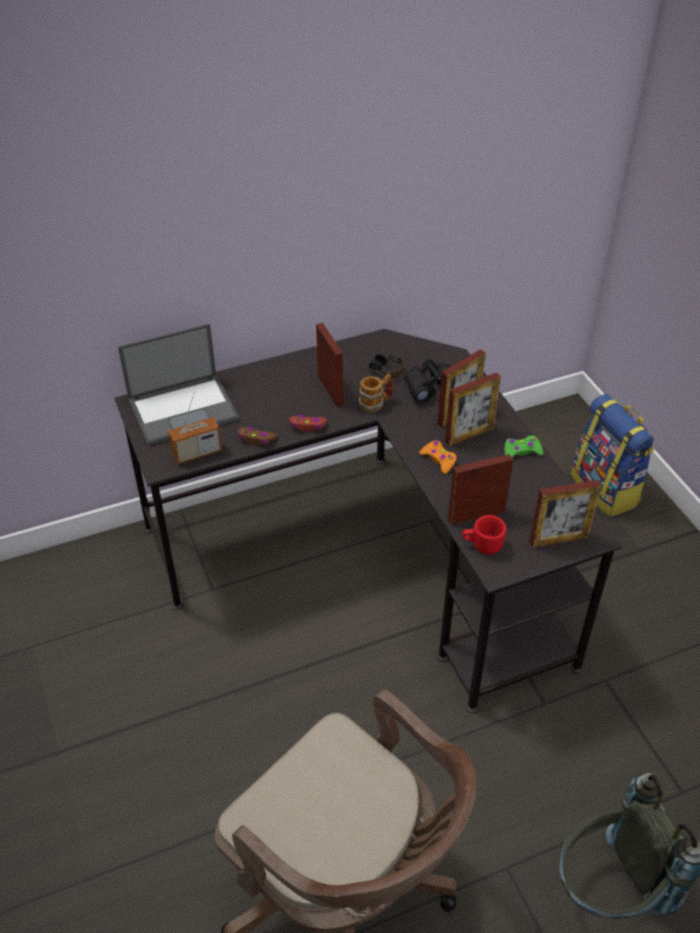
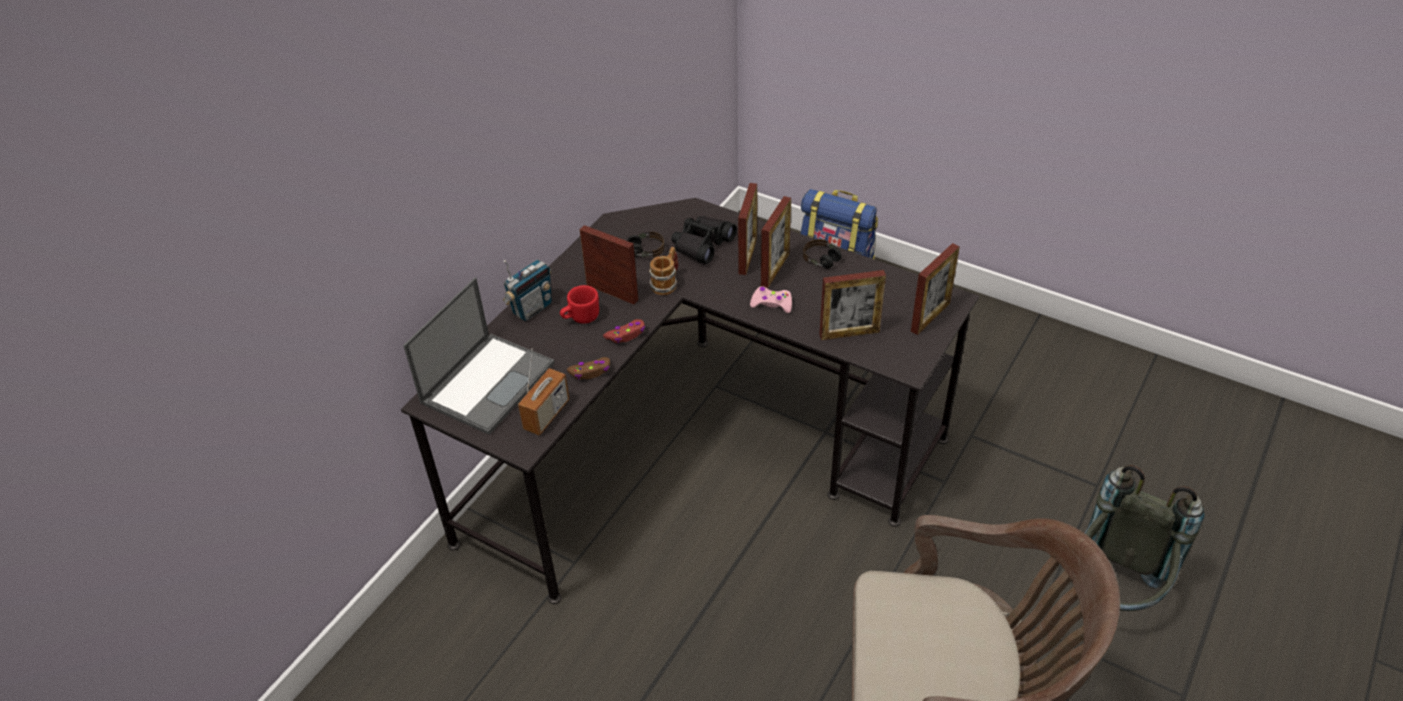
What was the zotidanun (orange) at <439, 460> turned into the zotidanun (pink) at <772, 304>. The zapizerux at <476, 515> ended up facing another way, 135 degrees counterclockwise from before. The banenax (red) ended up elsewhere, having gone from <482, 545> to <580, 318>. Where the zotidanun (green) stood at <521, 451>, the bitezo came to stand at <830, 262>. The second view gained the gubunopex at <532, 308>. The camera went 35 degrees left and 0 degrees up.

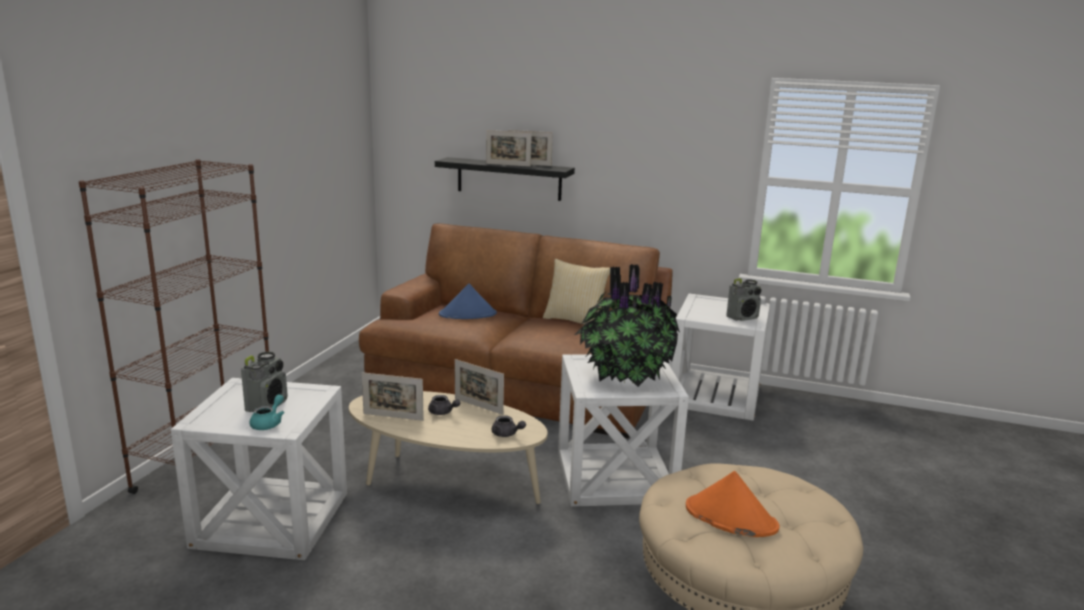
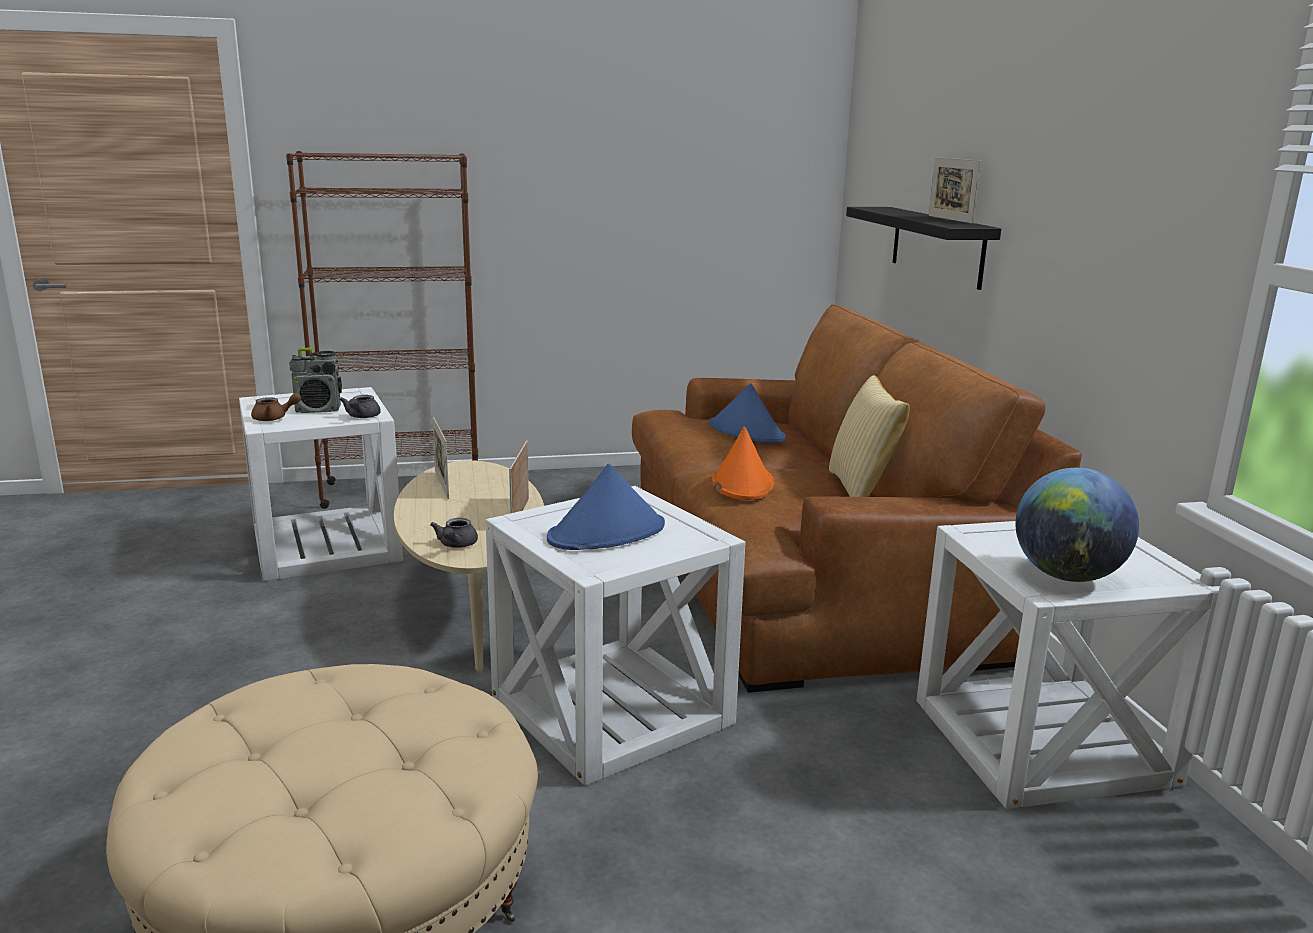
What was the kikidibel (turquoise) at <269, 423> turned into the kikidibel (brown) at <274, 418>. The kikidibel (grey) ended up elsewhere, having gone from <443, 412> to <361, 417>. The second view lost the zapizerux at <508, 165>. Where the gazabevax stood at <624, 376>, the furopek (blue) came to stand at <607, 533>. The furopek (orange) ended up elsewhere, having gone from <730, 517> to <742, 483>. Where the gubunopex stood at <742, 317>, the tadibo came to stand at <1067, 576>. The camera went 60 degrees right and 0 degrees up.

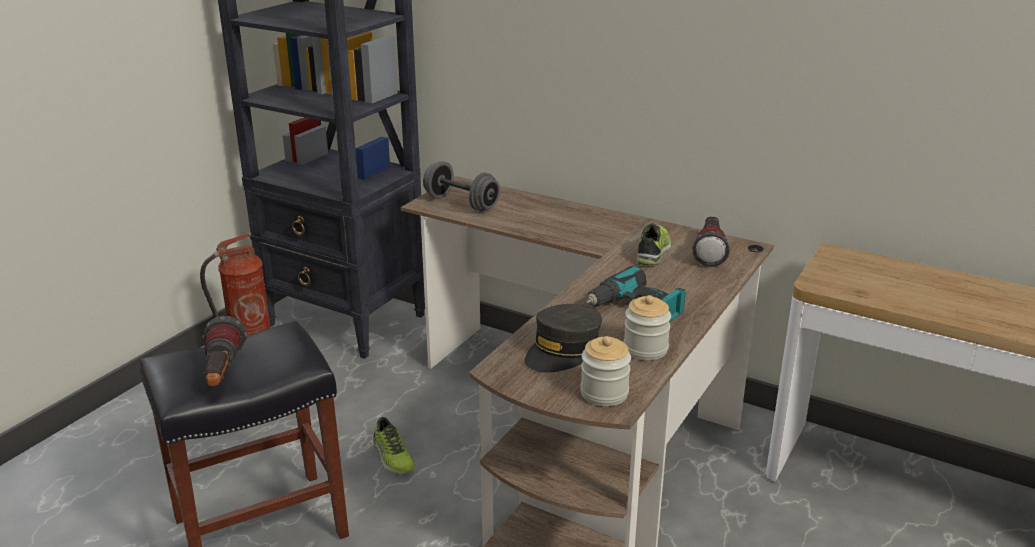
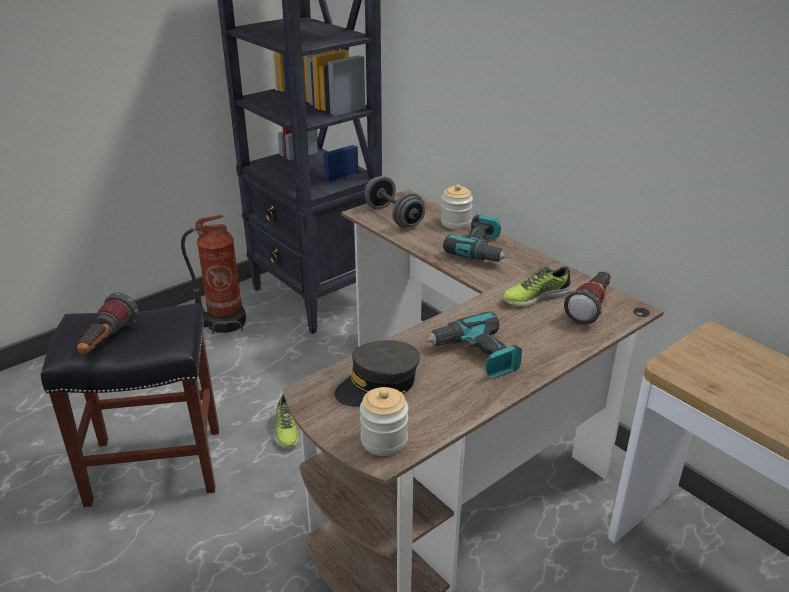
The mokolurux ended up elsewhere, having gone from <645, 349> to <456, 223>. The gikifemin at <653, 251> ended up facing another way, 150 degrees counterclockwise from before. The second view gained the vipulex at <481, 250>. The camera went 20 degrees right and 5 degrees up.

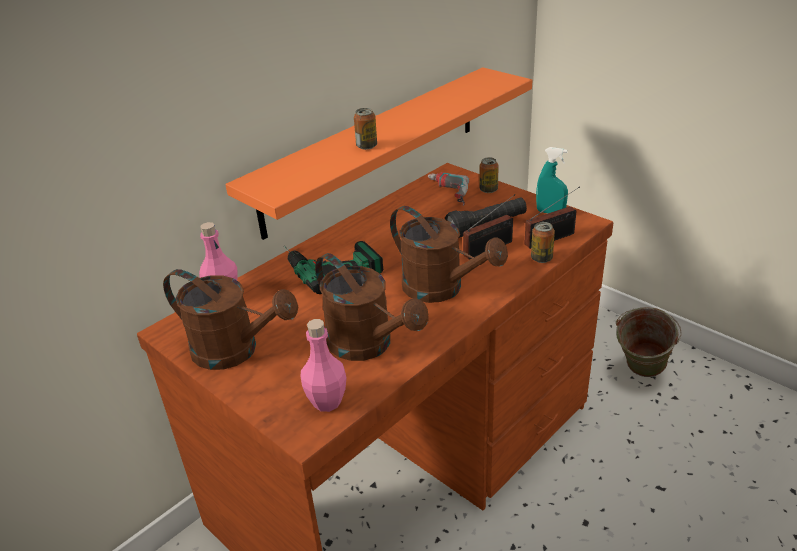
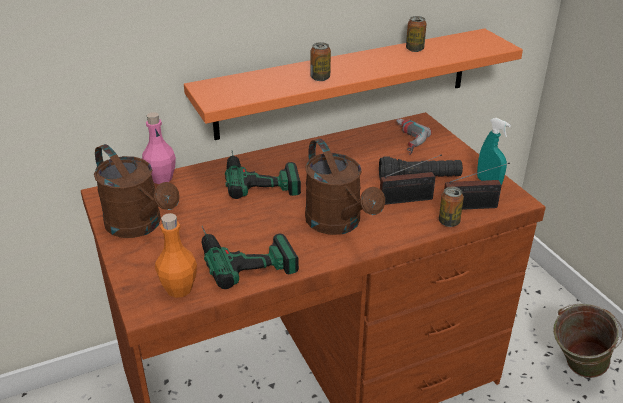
What was the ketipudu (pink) at <327, 402> turned into the ketipudu (orange) at <179, 289>. Where the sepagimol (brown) stood at <368, 345>, the vipulex came to stand at <244, 253>. The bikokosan ended up elsewhere, having gone from <488, 190> to <414, 49>. The camera went 20 degrees right and 0 degrees up.

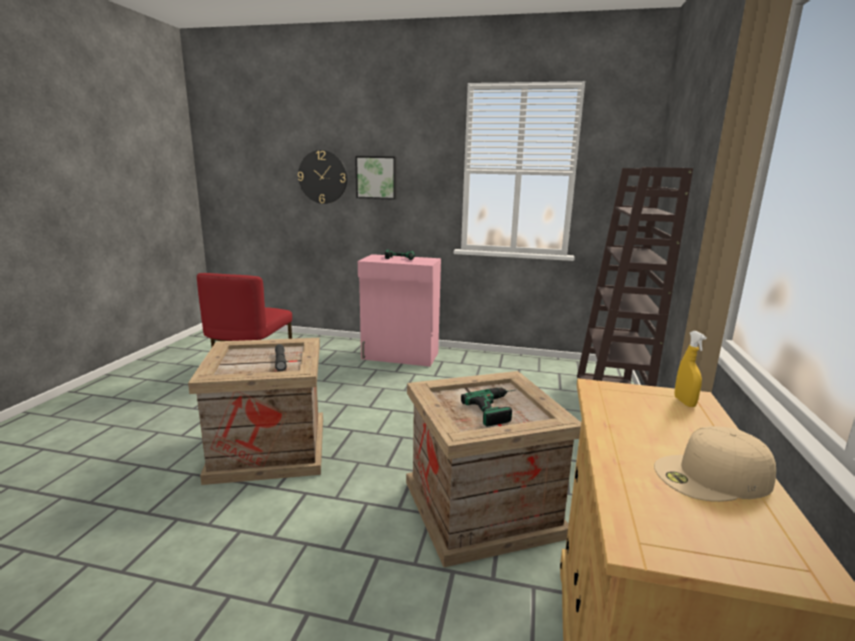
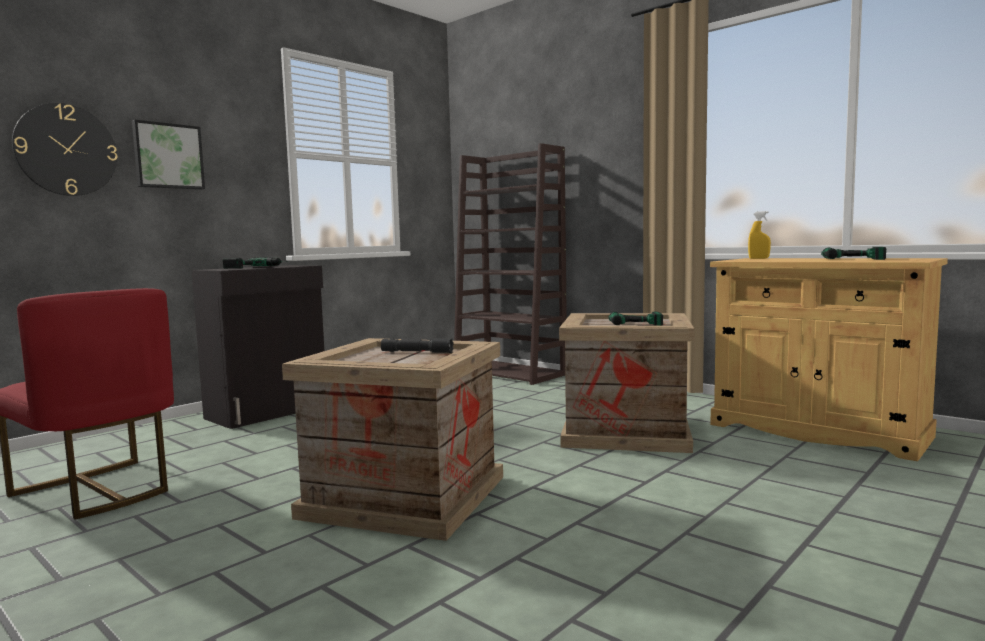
What was the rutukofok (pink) at <400, 356> turned into the rutukofok (black) at <269, 412>. Where the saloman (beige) stood at <712, 477>, the vipulex came to stand at <849, 259>. The camera went 60 degrees left and 10 degrees down.

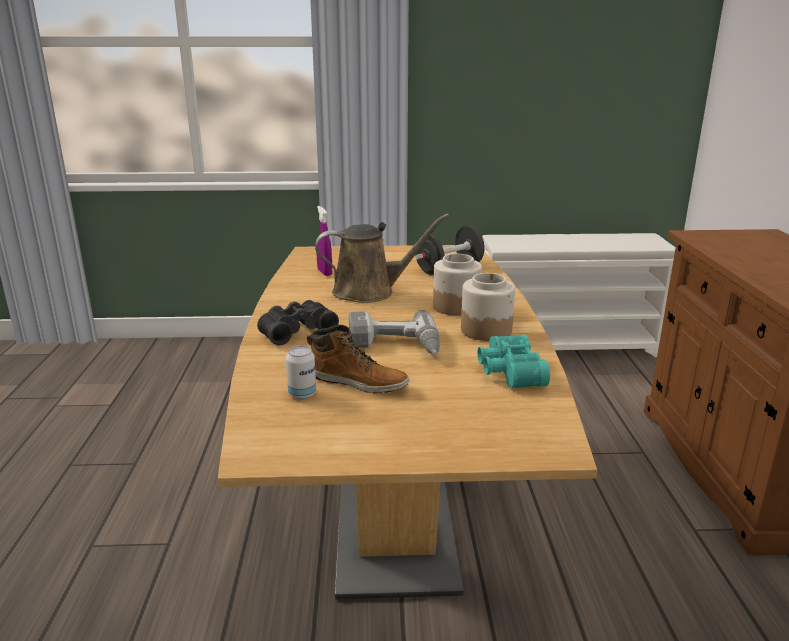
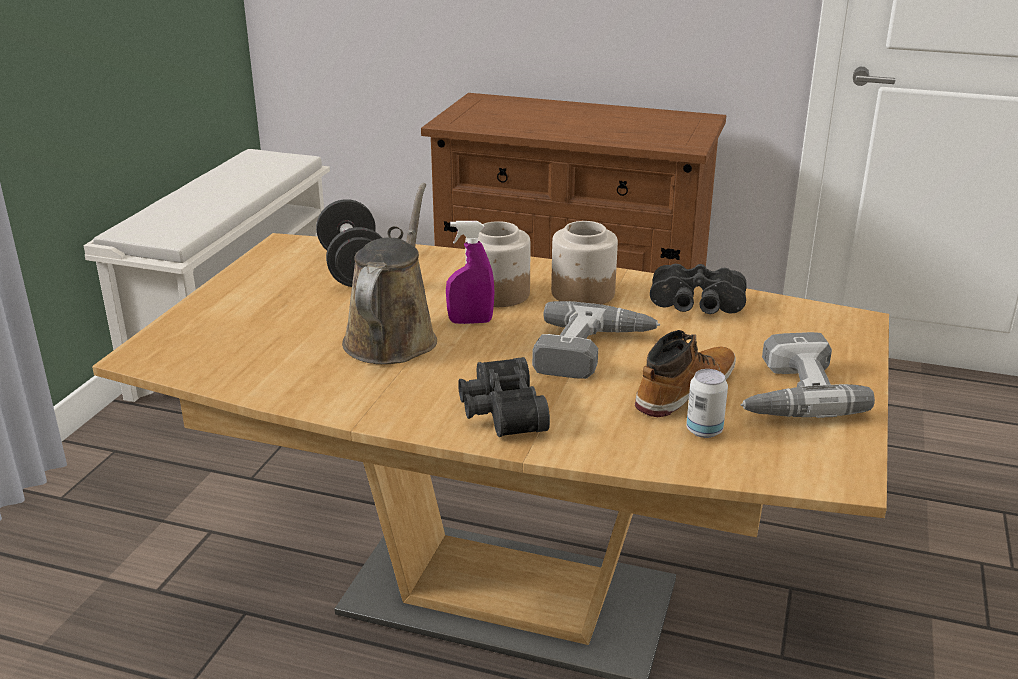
The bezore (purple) ended up elsewhere, having gone from <324, 272> to <470, 321>. What was the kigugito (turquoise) at <508, 372> turned into the kigugito (black) at <696, 306>. The second view gained the vipulex at <788, 392>. The camera went 70 degrees left and 5 degrees up.

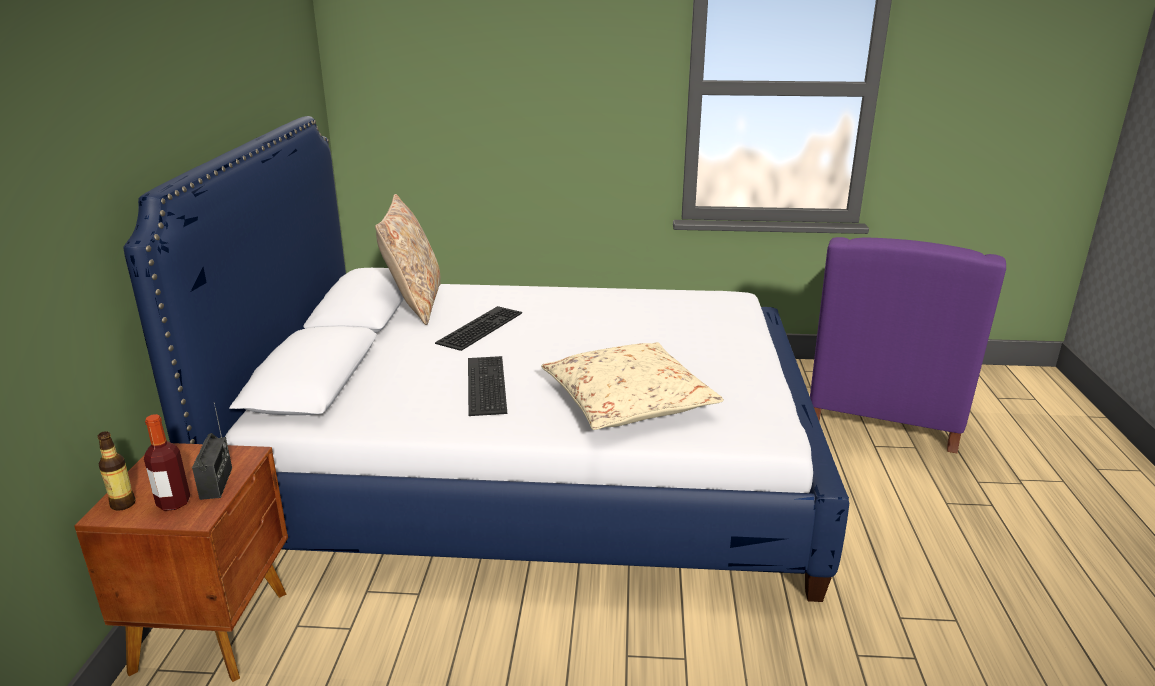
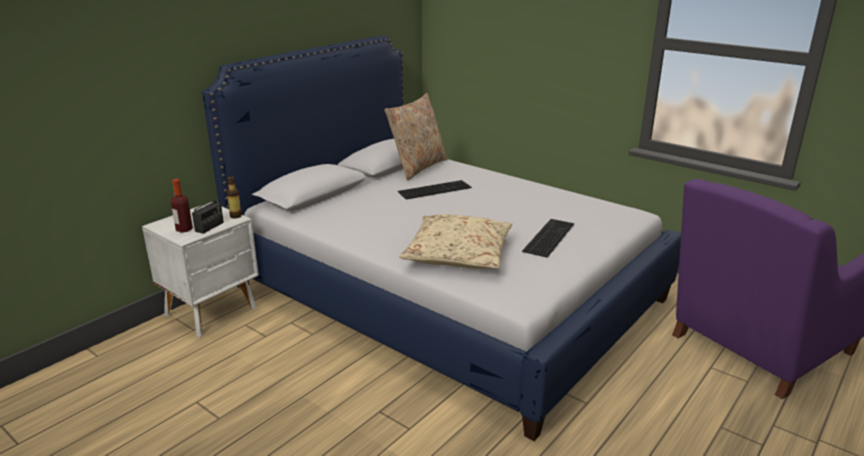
What was the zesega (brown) at <215, 629> turned into the zesega (white) at <213, 311>. The ketipudu ended up elsewhere, having gone from <123, 504> to <236, 216>. The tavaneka ended up elsewhere, having gone from <484, 384> to <547, 236>. The camera went 35 degrees right and 0 degrees up.

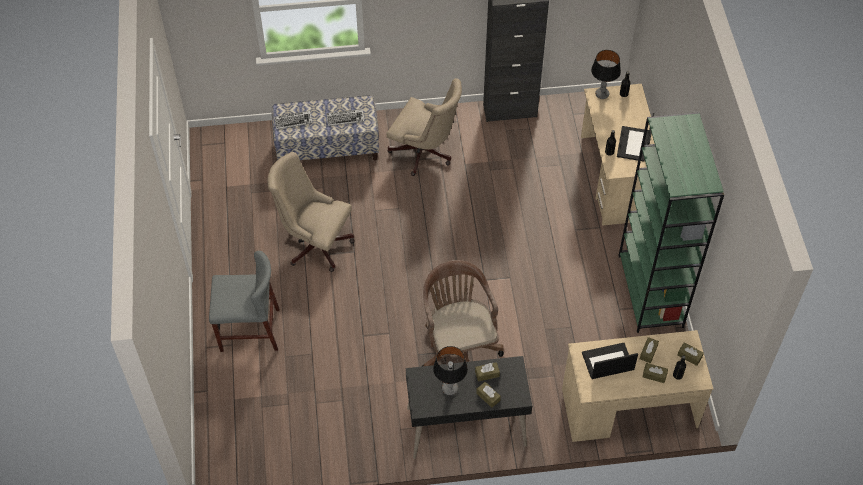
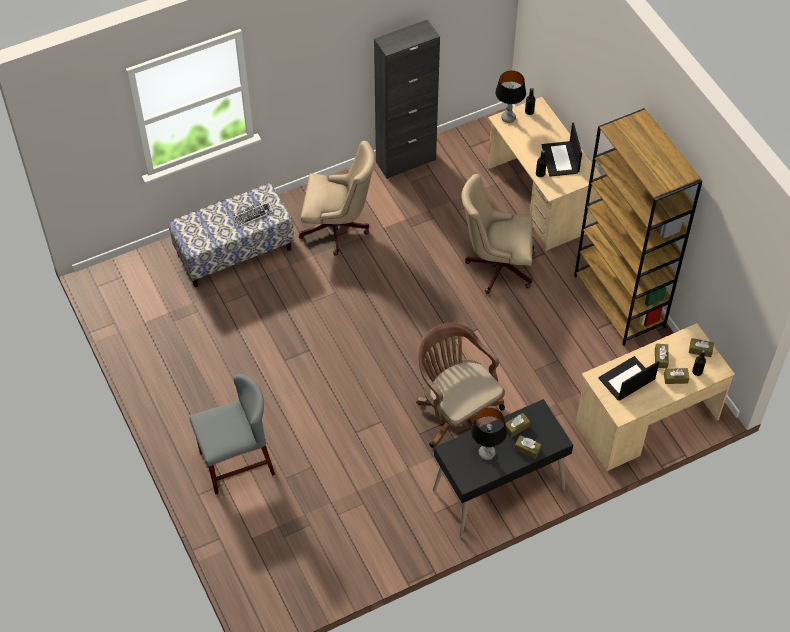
The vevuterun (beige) ended up elsewhere, having gone from <314, 243> to <496, 266>. The second view lost the tavaneka at <293, 121>. What was the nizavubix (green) at <651, 291> turned into the nizavubix (brown) at <620, 301>. The camera went 20 degrees left and 0 degrees up.

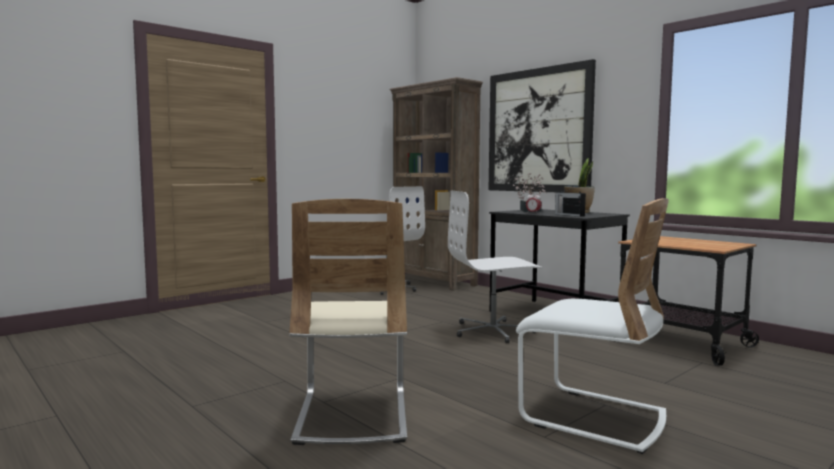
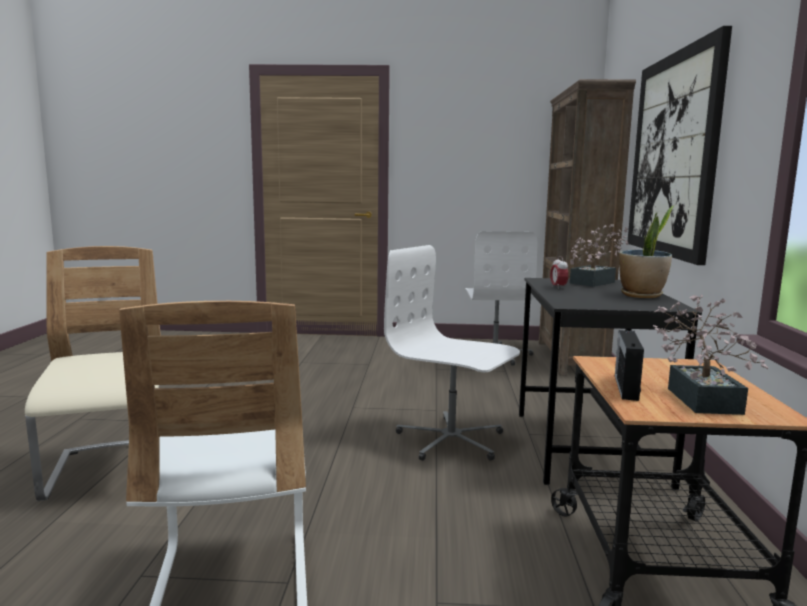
The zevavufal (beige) at <352, 416> ended up facing another way, 120 degrees clockwise from before. The gubunopex ended up elsewhere, having gone from <569, 215> to <626, 387>. The second view gained the gazabevax at <700, 397>. The camera went 45 degrees right and 5 degrees up.

